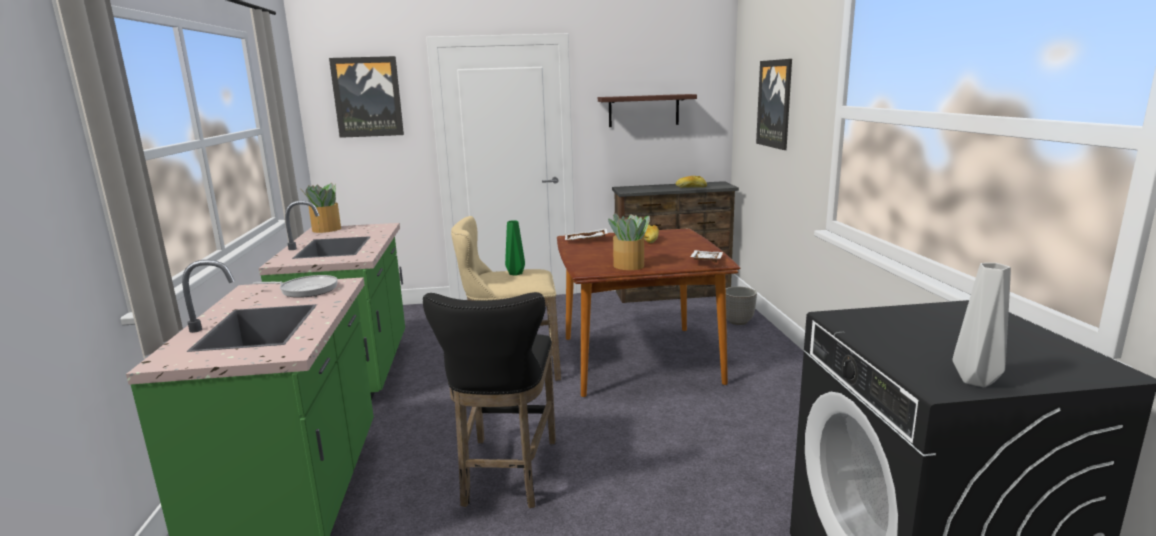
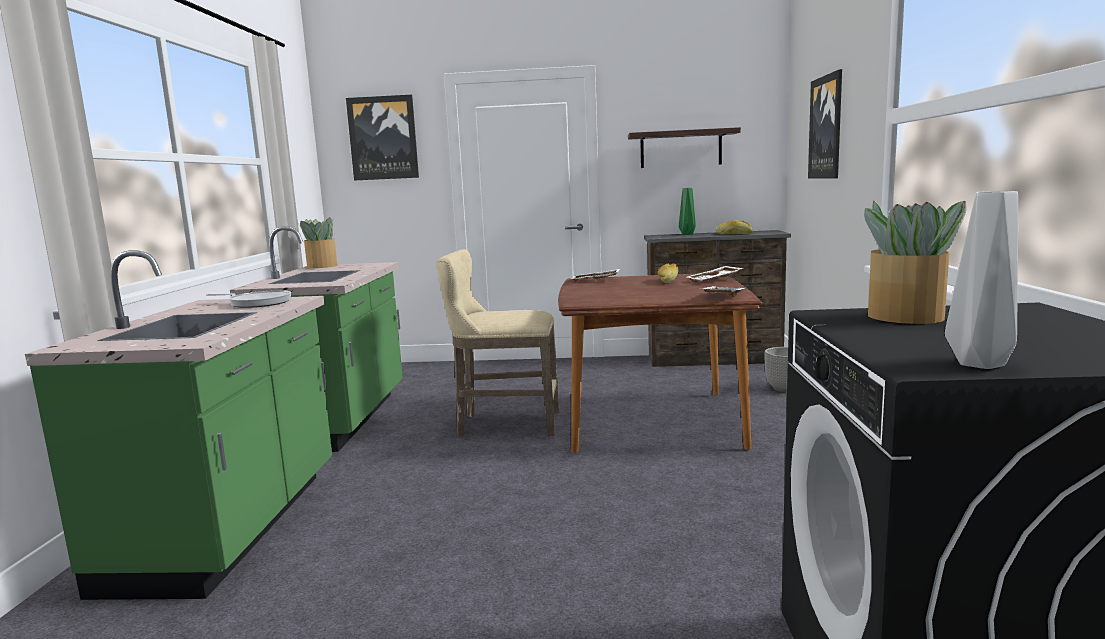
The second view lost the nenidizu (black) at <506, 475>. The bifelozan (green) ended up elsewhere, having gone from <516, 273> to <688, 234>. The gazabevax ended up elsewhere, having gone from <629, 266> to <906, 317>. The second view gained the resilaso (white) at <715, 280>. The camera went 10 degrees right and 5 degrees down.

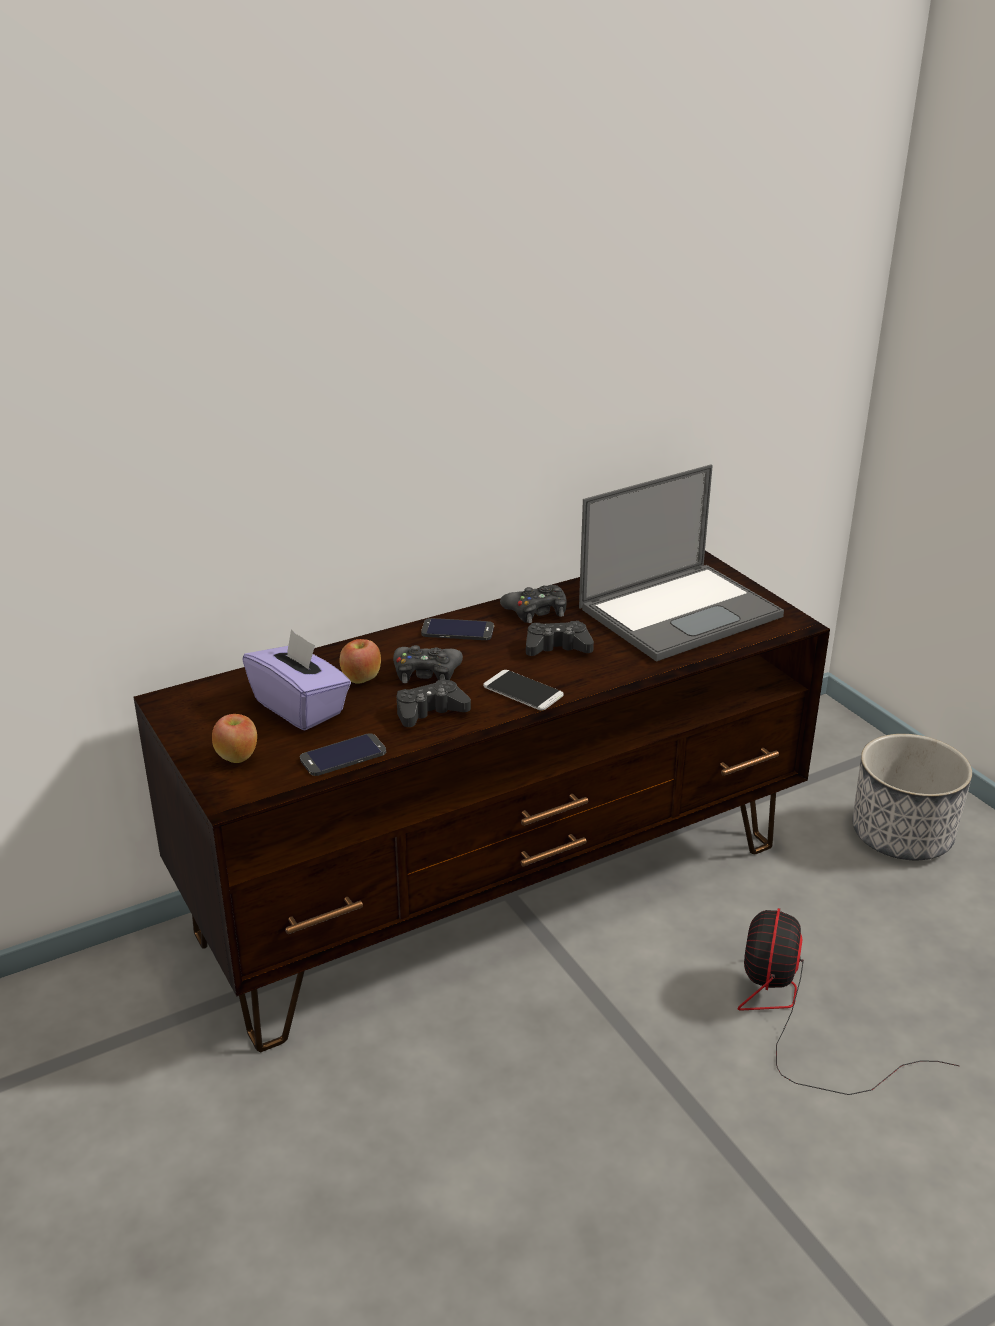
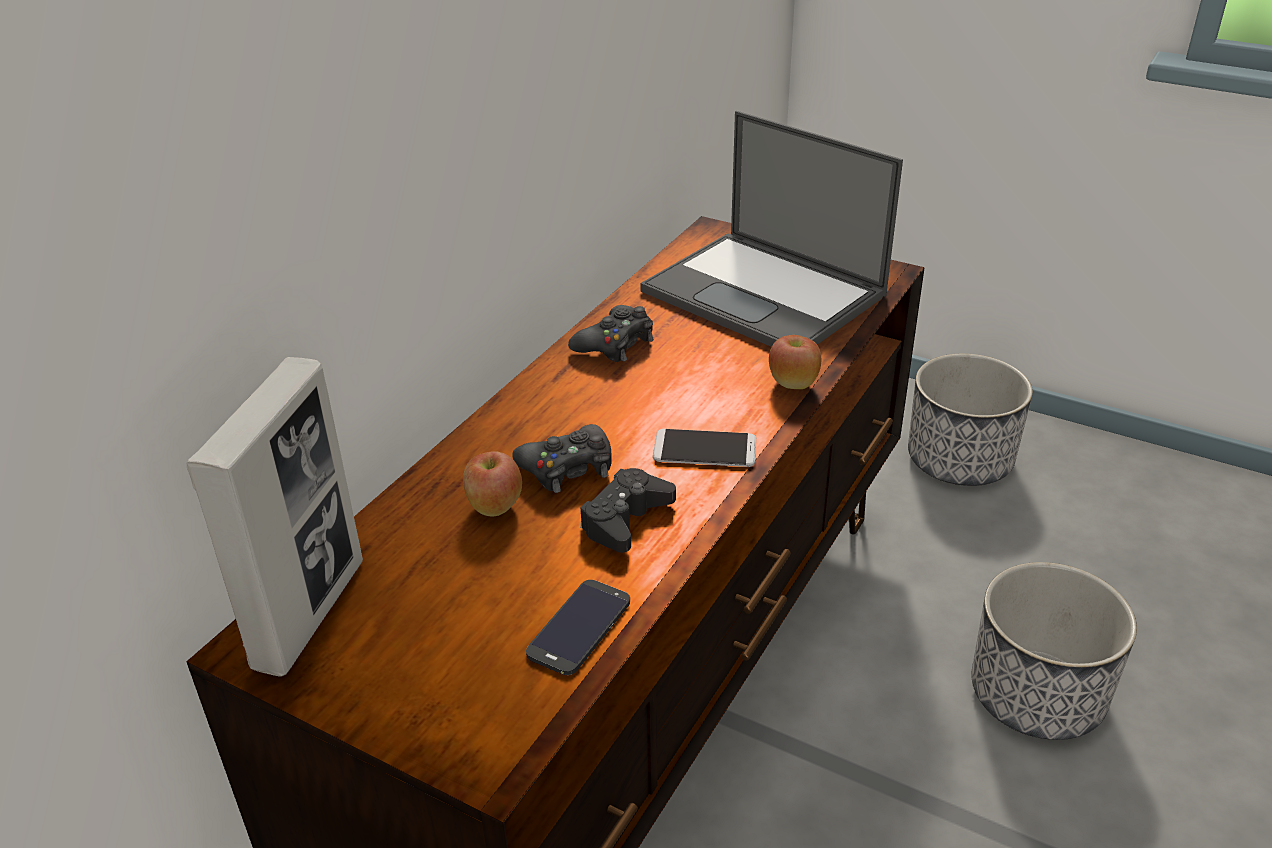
The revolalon ended up elsewhere, having gone from <237, 757> to <793, 383>. The second view lost the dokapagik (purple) at <300, 707>. The second view lost the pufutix at <457, 630>. The second view lost the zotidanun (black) at <557, 647>. The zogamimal at <681, 611> ended up facing another way, 105 degrees clockwise from before. Where the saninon stood at <795, 1017>, the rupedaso came to stand at <1035, 694>. The second view gained the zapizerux at <310, 613>. The camera went 30 degrees left and 5 degrees up.

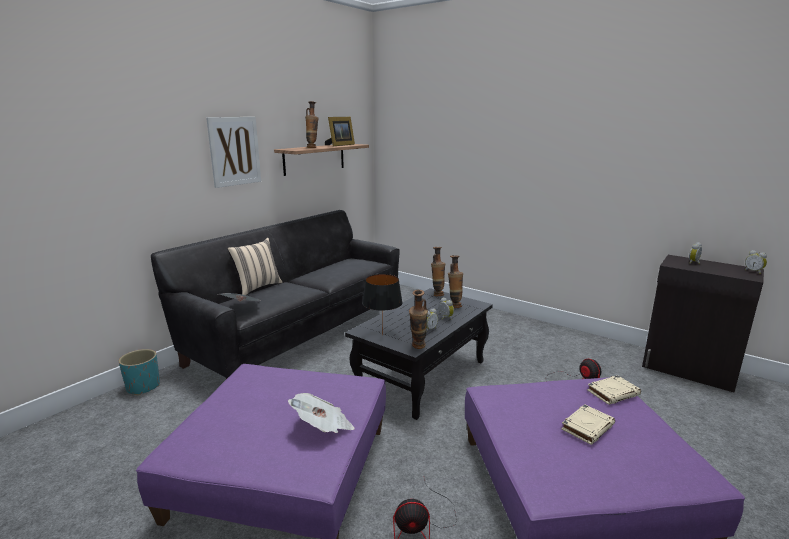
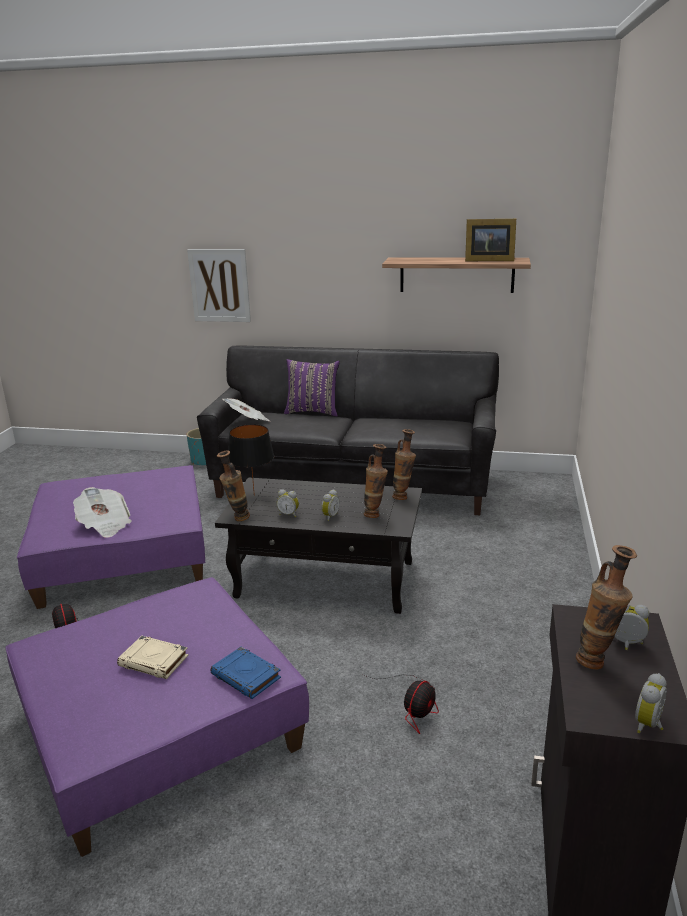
The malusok ended up elsewhere, having gone from <234, 151> to <219, 285>. What was the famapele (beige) at <257, 287> turned into the famapele (purple) at <313, 411>. The bifelozan ended up elsewhere, having gone from <312, 148> to <598, 661>. What was the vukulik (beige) at <613, 393> turned into the vukulik (blue) at <247, 676>. The camera went 65 degrees right and 5 degrees up.

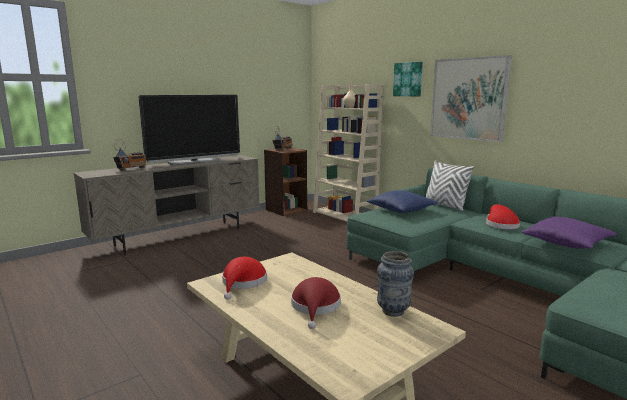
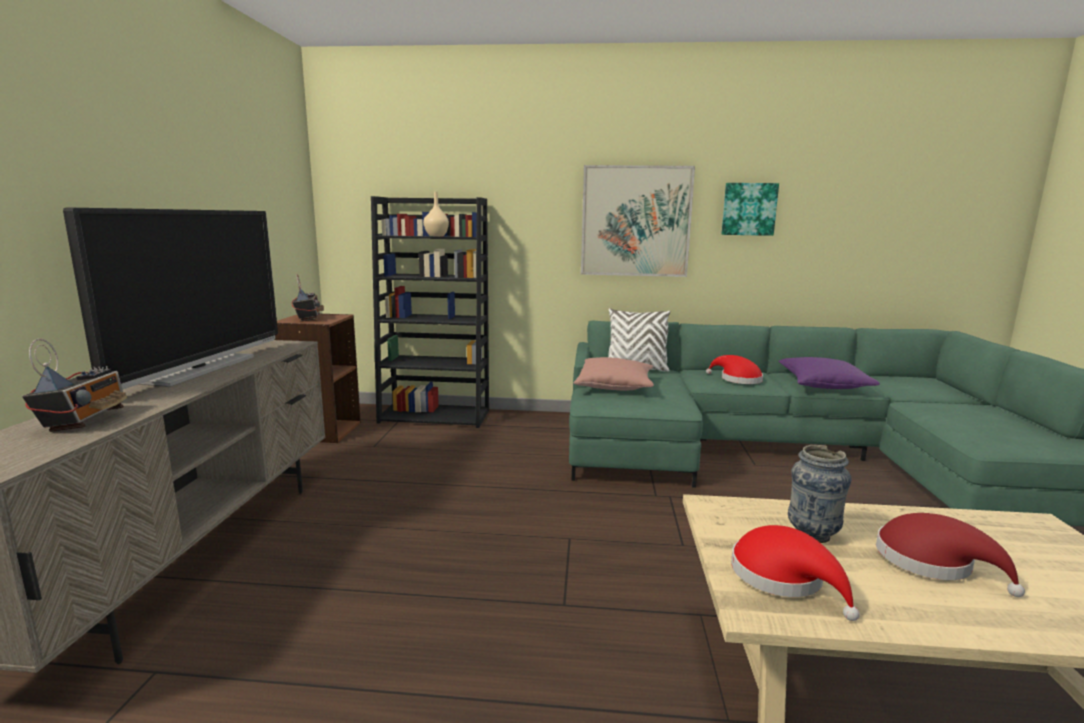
What was the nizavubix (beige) at <345, 216> turned into the nizavubix (black) at <436, 416>. What was the famapele (blue) at <401, 210> turned into the famapele (pink) at <614, 386>. The bifelozan ended up elsewhere, having gone from <393, 311> to <812, 534>. The malusok ended up elsewhere, having gone from <408, 79> to <749, 209>. The camera went 45 degrees left and 0 degrees up.

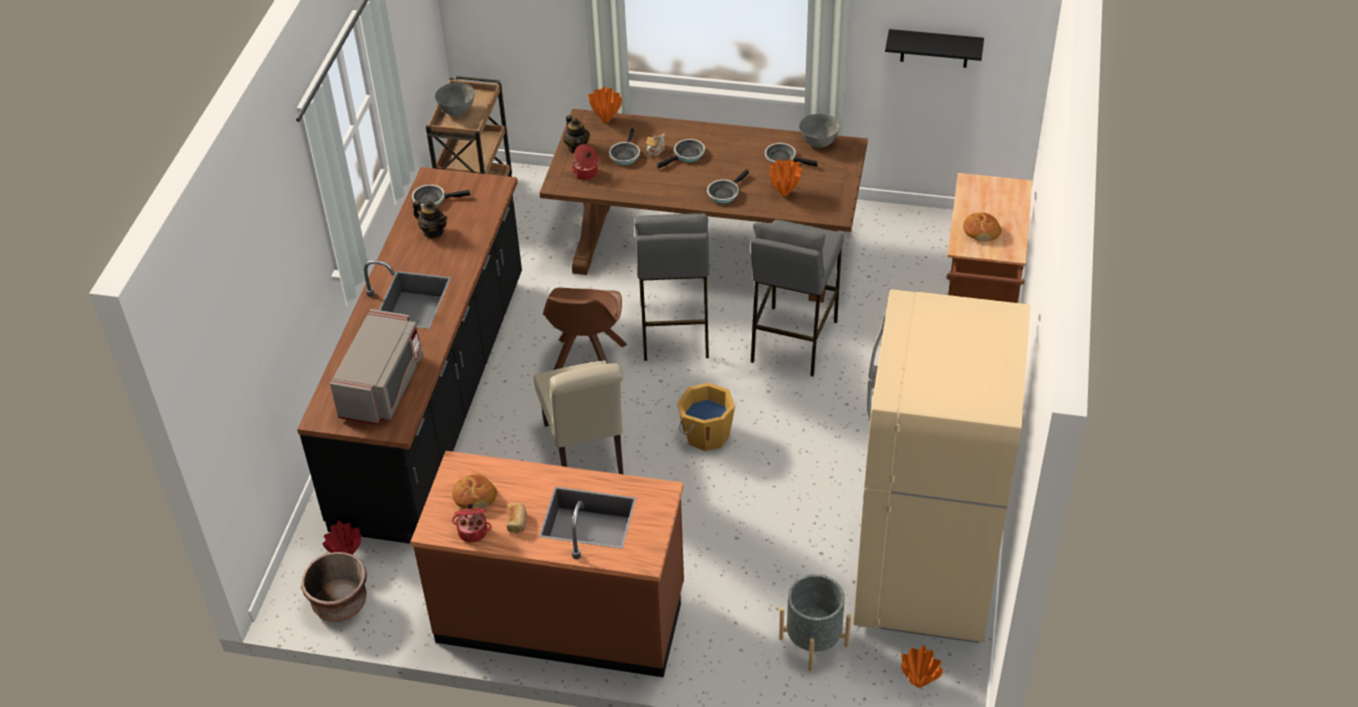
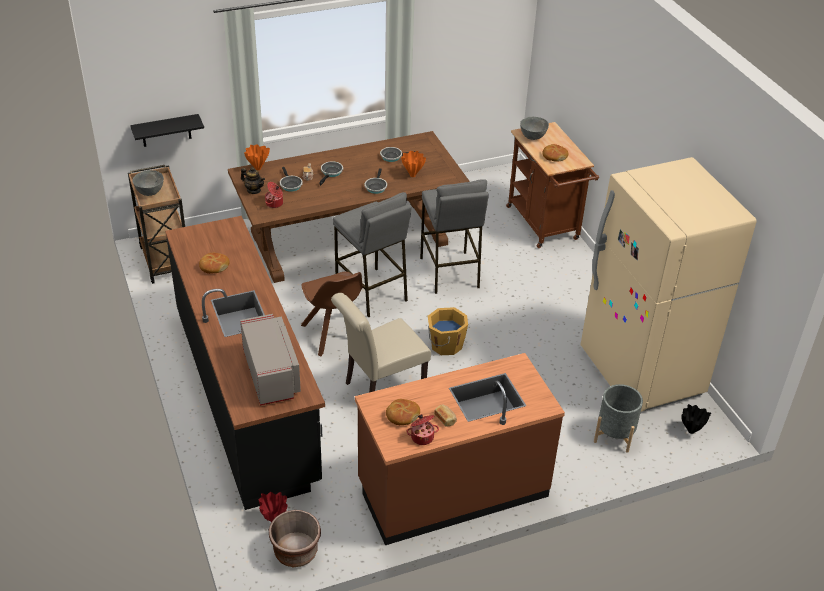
The second view lost the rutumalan at <432, 200>. Where the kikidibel stood at <433, 231>, the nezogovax came to stand at <214, 267>. The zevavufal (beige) at <586, 453> ended up facing another way, 105 degrees clockwise from before. The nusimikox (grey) ended up elsewhere, having gone from <818, 143> to <532, 137>. The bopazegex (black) ended up elsewhere, having gone from <934, 48> to <166, 130>. What was the bifelozan (orange) at <918, 683> turned into the bifelozan (black) at <690, 431>. The camera went 35 degrees left and 5 degrees down.

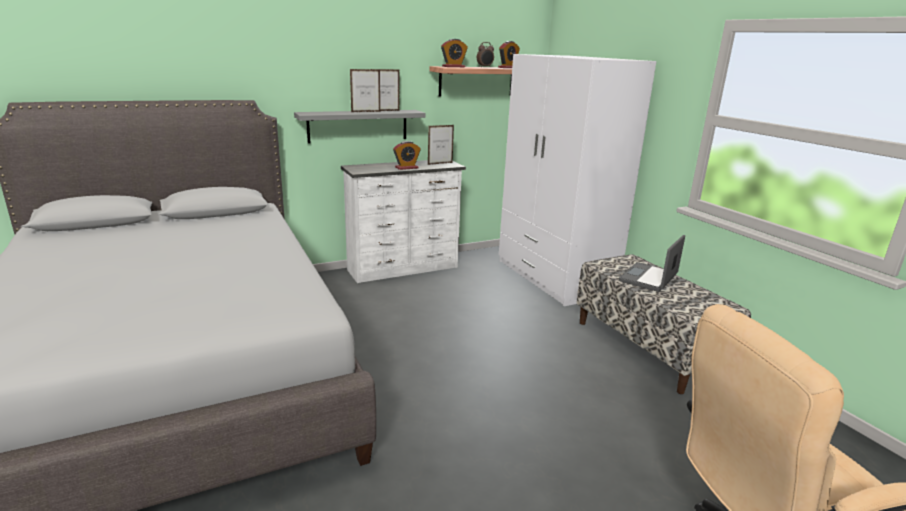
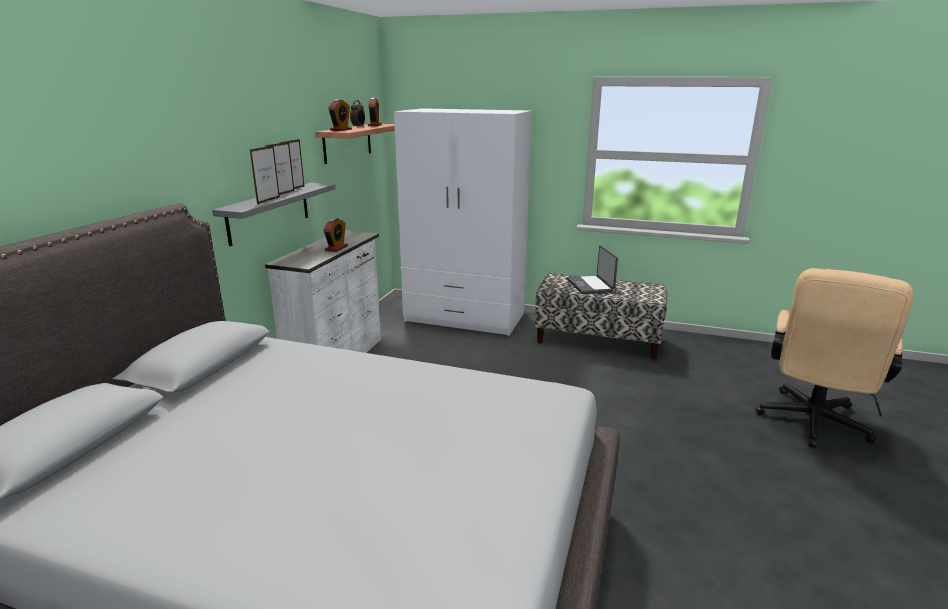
The zapizerux ended up elsewhere, having gone from <440, 163> to <268, 200>. The camera went 45 degrees left and 0 degrees up.

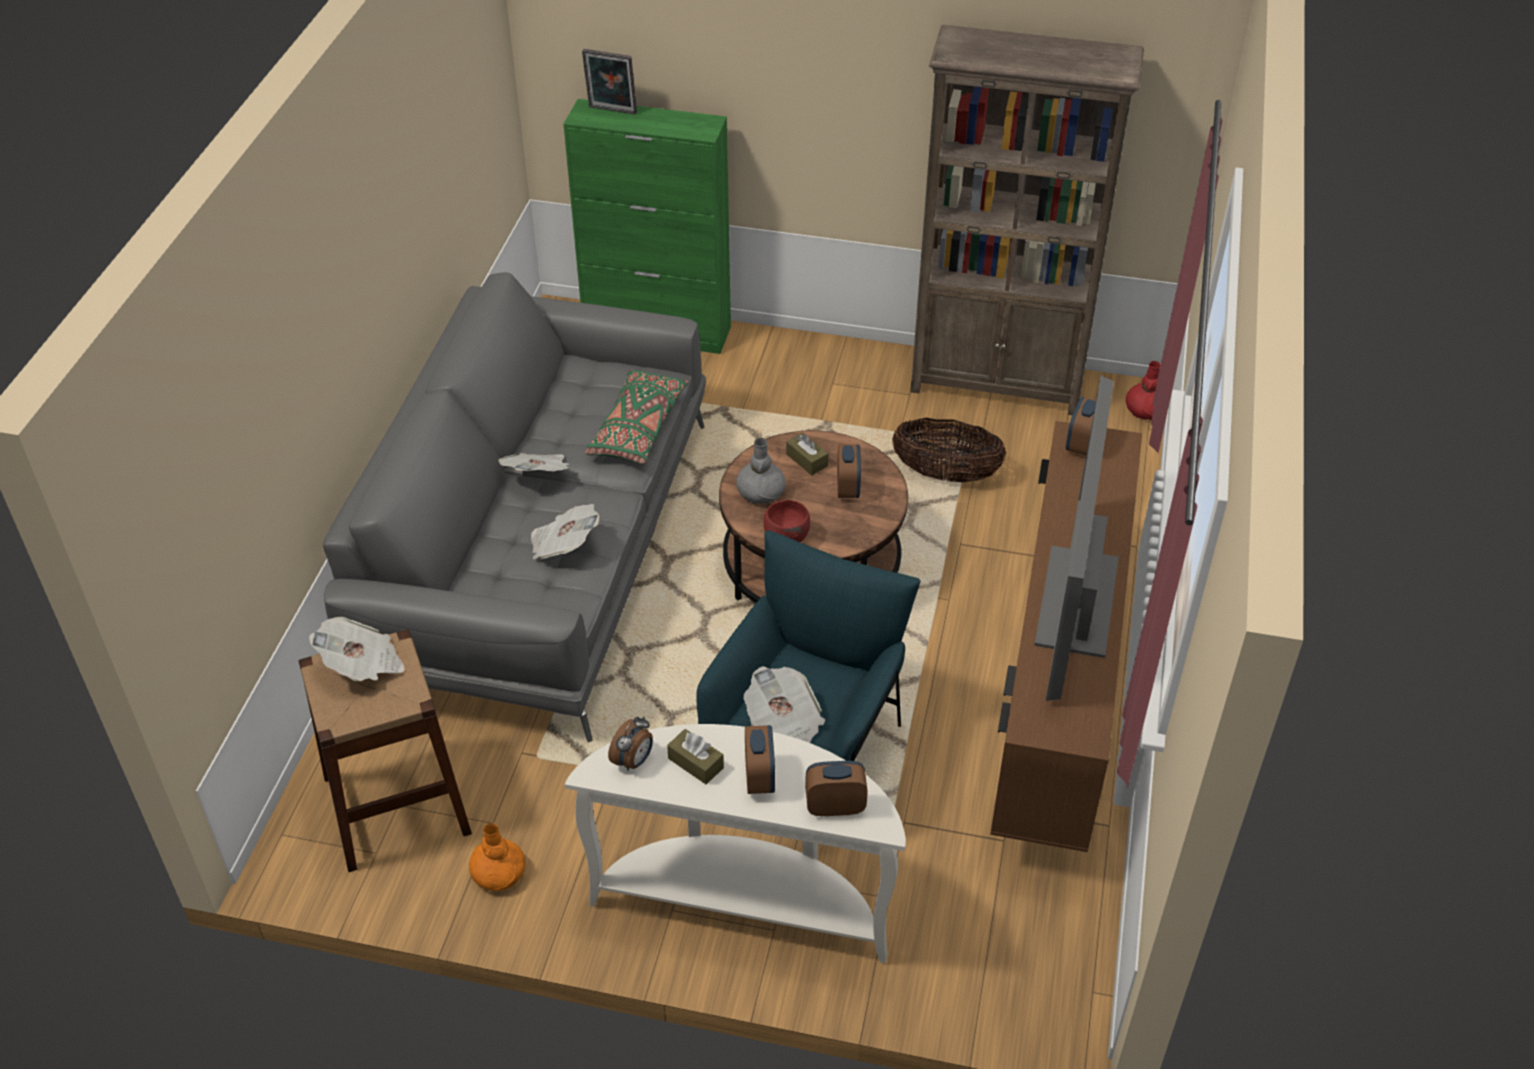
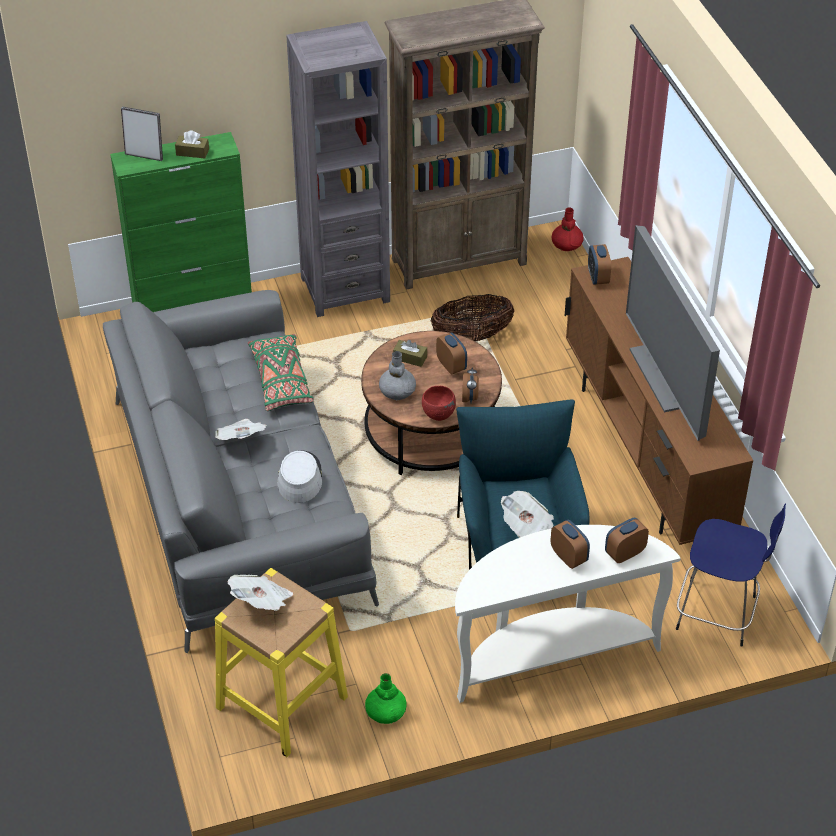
What was the nenidizu (brown) at <397, 804> turned into the nenidizu (yellow) at <282, 702>. What was the bifelozan (orange) at <499, 873> turned into the bifelozan (green) at <386, 711>. Where the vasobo stood at <564, 545>, the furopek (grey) came to stand at <299, 478>. The zapizerux at <611, 111> ended up facing another way, 150 degrees counterclockwise from before. The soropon ended up elsewhere, having gone from <634, 761> to <470, 398>. The dokapagik (brown) ended up elsewhere, having gone from <695, 763> to <192, 152>. The second view gained the nizavubix (grey) at <345, 289>. The second view gained the nenidizu (blue) at <719, 614>. The camera went 30 degrees left and 0 degrees up.

